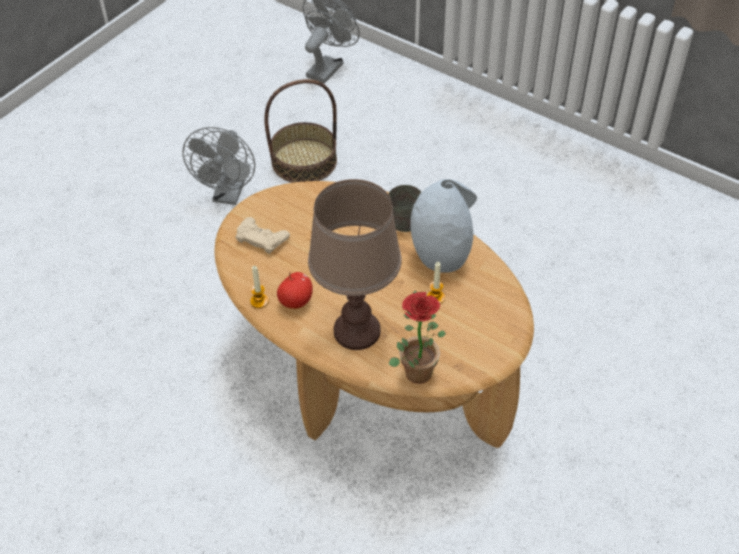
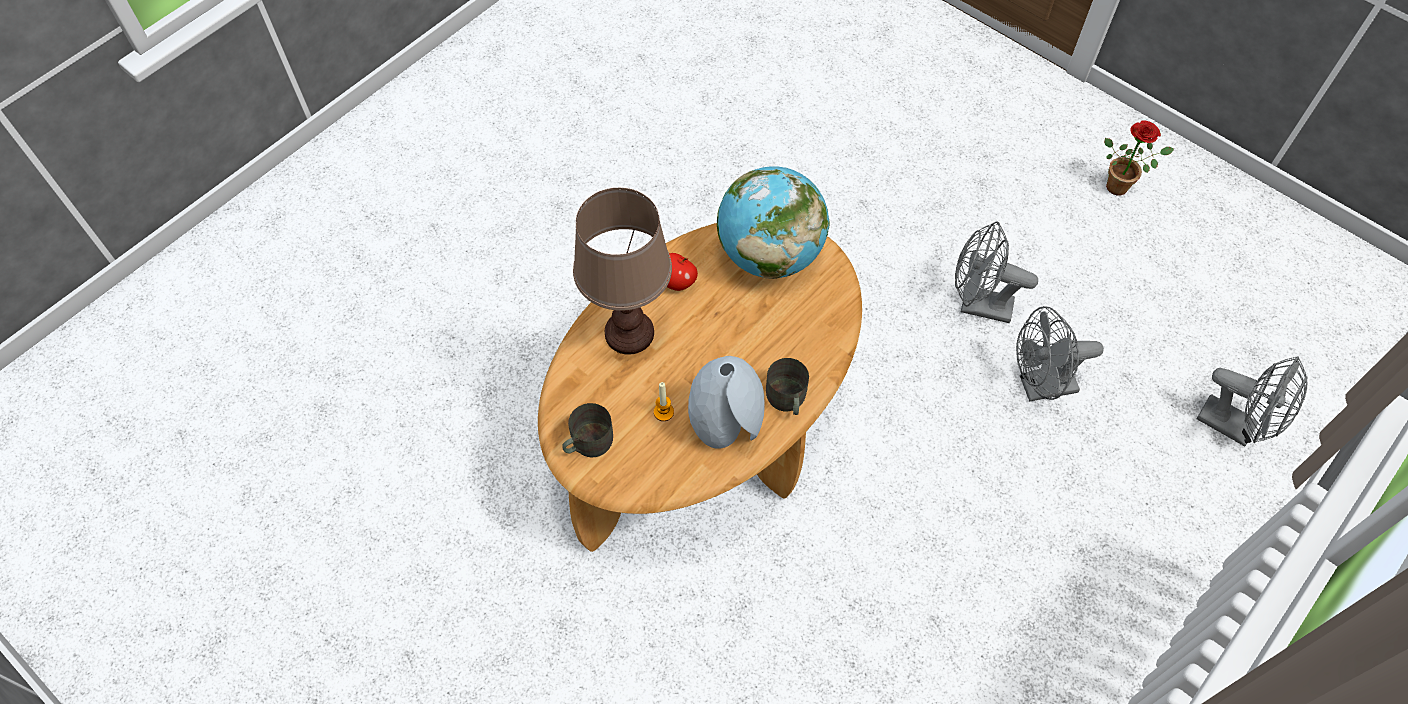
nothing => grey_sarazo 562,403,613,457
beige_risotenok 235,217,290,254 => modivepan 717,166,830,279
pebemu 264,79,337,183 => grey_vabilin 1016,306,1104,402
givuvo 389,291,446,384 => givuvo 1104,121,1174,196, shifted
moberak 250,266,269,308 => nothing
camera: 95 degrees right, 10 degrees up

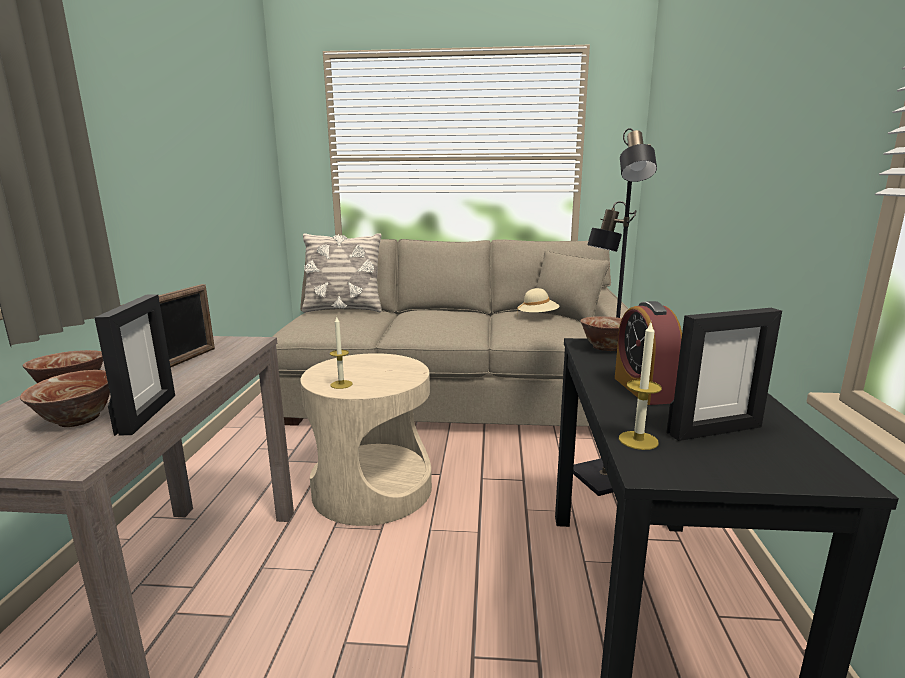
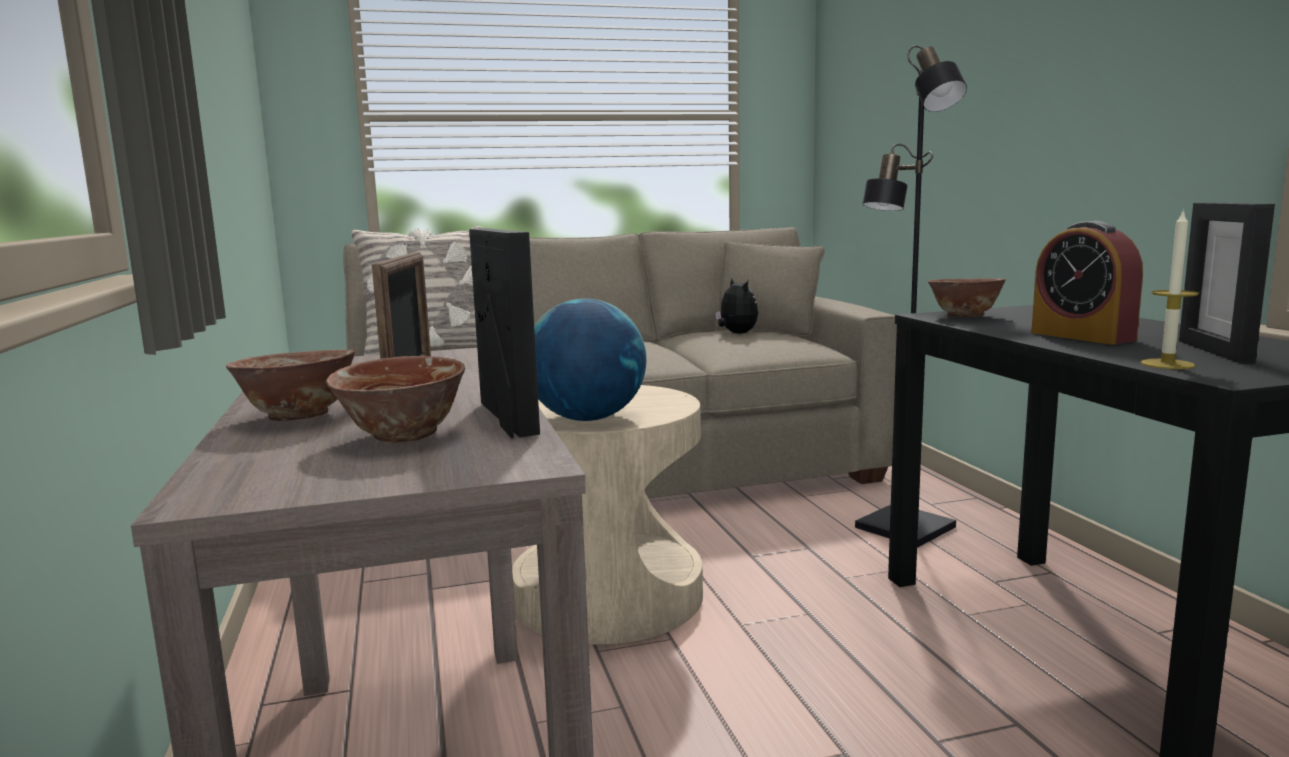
moberak 330,317,353,389 => modivepan 534,298,646,421
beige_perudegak 517,288,560,314 => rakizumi 715,279,758,334
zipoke 667,308,782,441 => zipoke 1179,202,1275,363, 135 degrees clockwise
camera: 20 degrees left, 5 degrees down

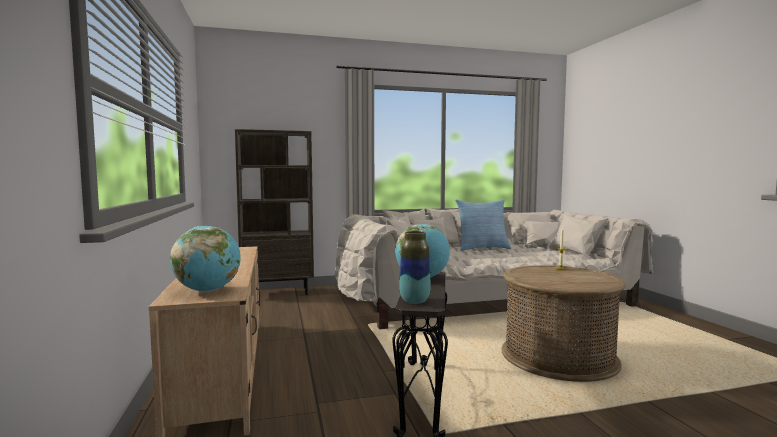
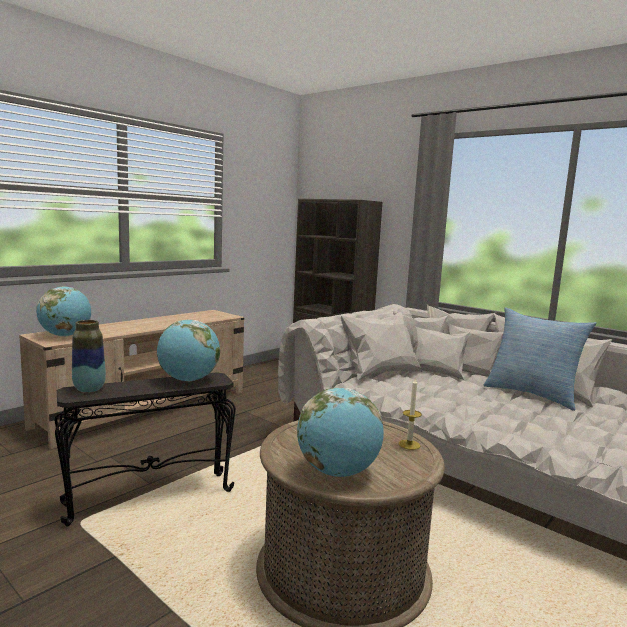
nothing => modivepan 297,388,384,477
camera: 55 degrees right, 5 degrees up

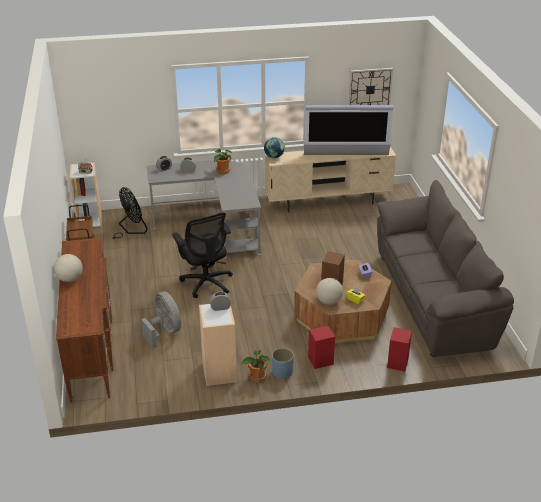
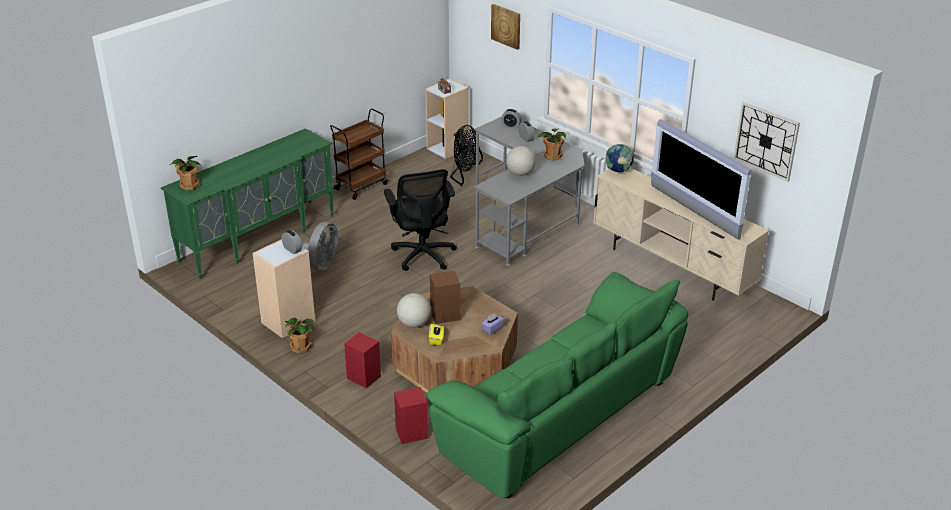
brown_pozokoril 56,238,114,403 => green_pozokoril 161,128,334,279
nothing => givuvo 170,156,201,190
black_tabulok 172,212,233,298 => black_tabulok 384,169,457,271, 45 degrees counterclockwise
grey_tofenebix 377,180,514,357 => green_tofenebix 426,272,688,498
nothing => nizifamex 491,4,520,50
modivepan 54,254,83,282 => modivepan 506,146,536,176, shifted
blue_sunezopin 272,348,294,379 => nothing
camera: 55 degrees right, 0 degrees up

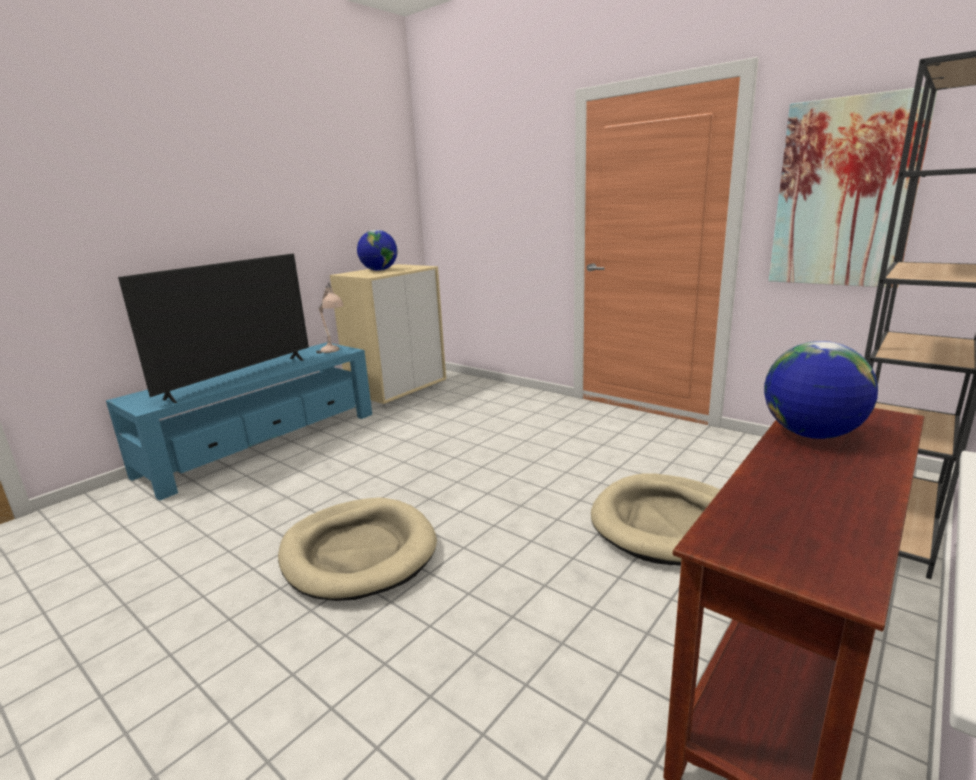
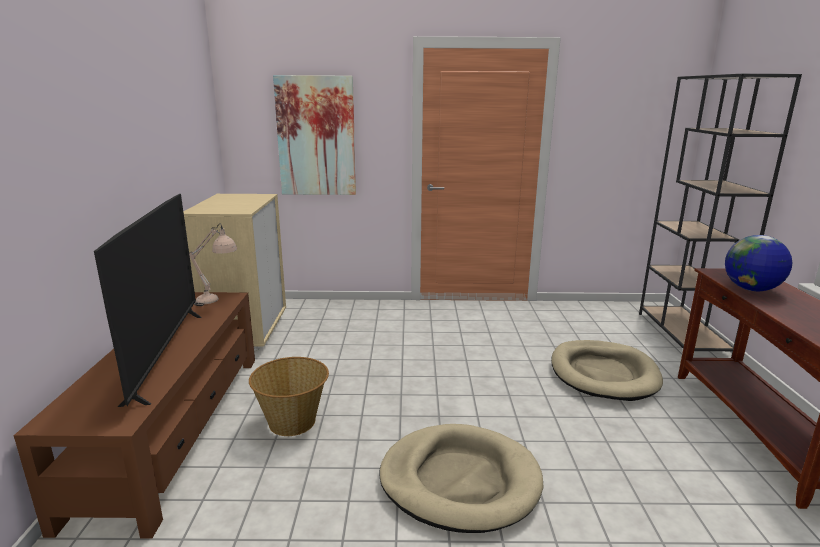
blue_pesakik 106,342,372,501 => brown_pesakik 14,292,255,539
nothing => pebemu 249,357,329,436
nizifamex 769,87,938,288 => nizifamex 273,75,356,195, shifted
modivepan 357,230,397,271 => nothing
camera: 40 degrees left, 0 degrees up

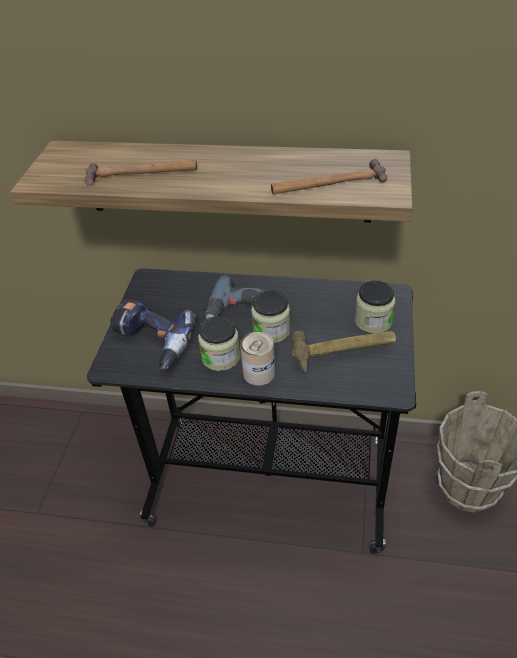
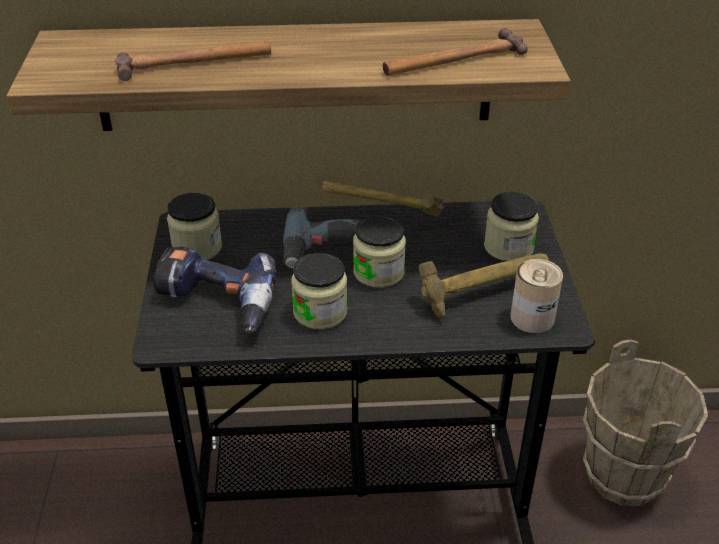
nothing => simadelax 167,193,222,260
nothing => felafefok 321,181,444,217
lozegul 240,332,275,386 => lozegul 511,259,563,333, shifted
camera: 15 degrees left, 5 degrees down

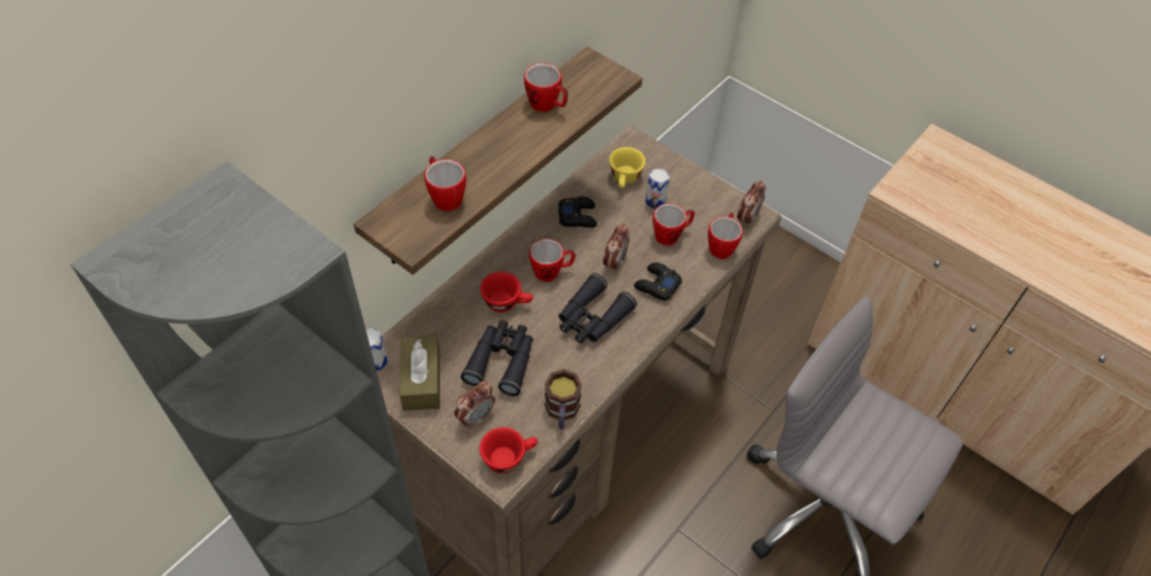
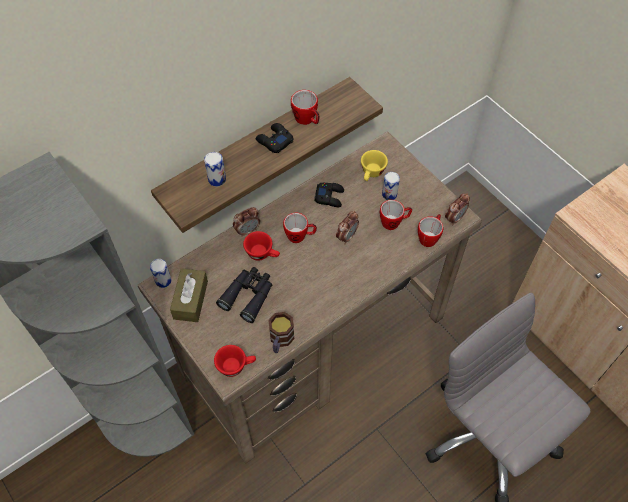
sarazo 425,156,466,211 => lozegul 204,152,226,187
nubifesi 454,381,495,429 => nubifesi 233,207,260,237, shifted
black_risotenok 634,262,682,301 => black_risotenok 256,123,293,153, shifted
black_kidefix 559,273,637,343 => nothing
camera: 15 degrees right, 5 degrees up

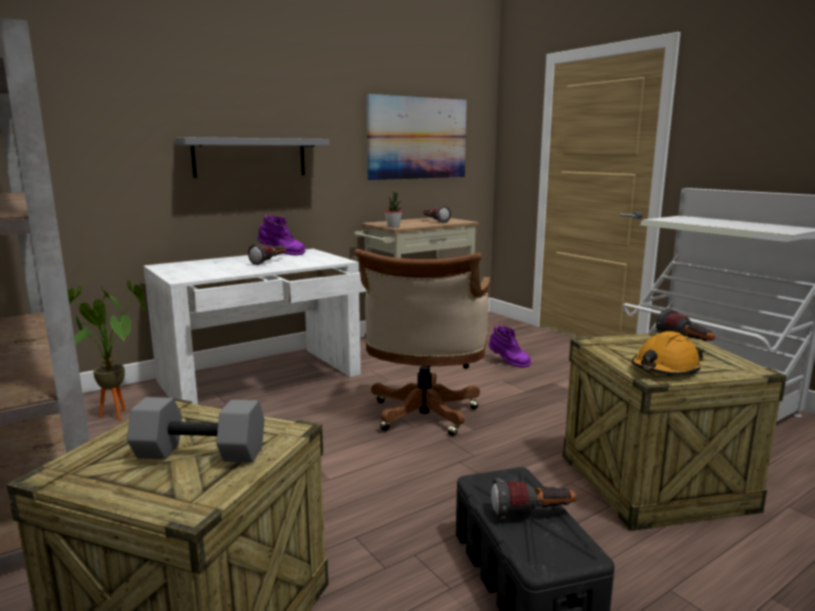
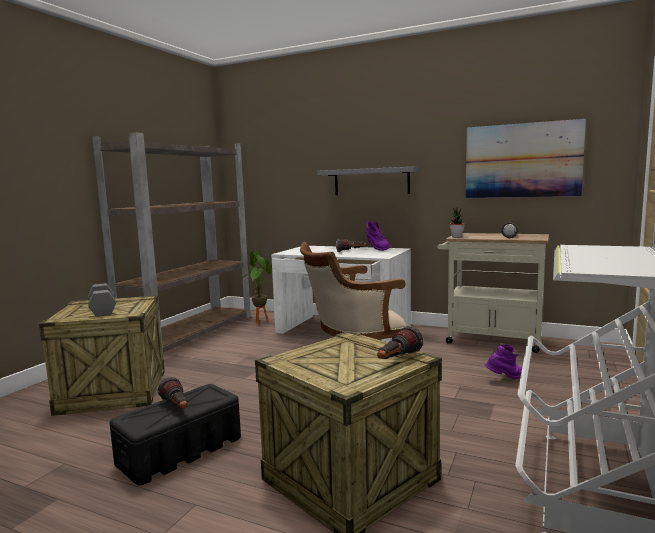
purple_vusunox 489,325,531,367 => purple_vusunox 485,344,522,379, 120 degrees counterclockwise
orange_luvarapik 632,331,704,375 => nothing
camera: 60 degrees right, 5 degrees down

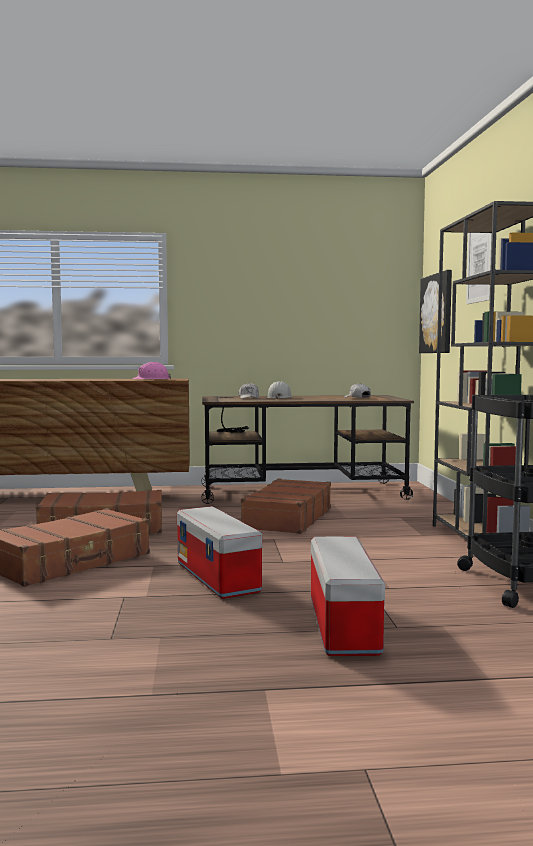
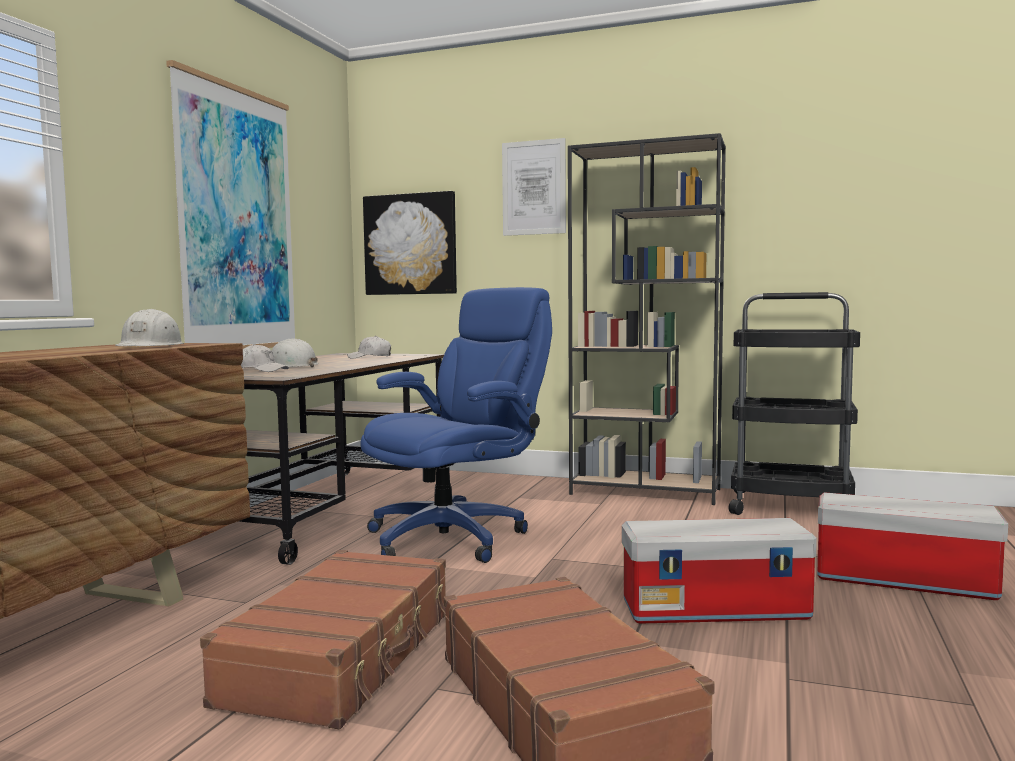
pink_luvarapik 131,362,171,379 => white_luvarapik 115,309,184,346
nothing => nizifamex 166,60,295,349
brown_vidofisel 240,478,331,534 => blue_tabulok 361,287,552,563
camera: 65 degrees left, 0 degrees up

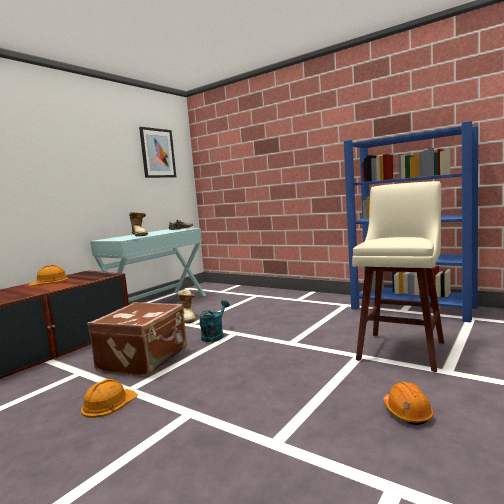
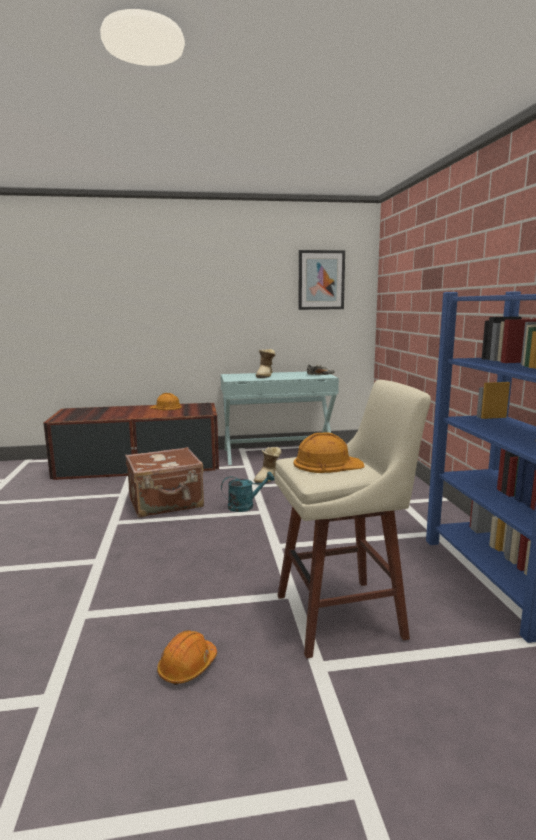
orange_luvarapik 81,379,138,418 => orange_luvarapik 294,433,365,473, shifted
camera: 45 degrees right, 5 degrees up

